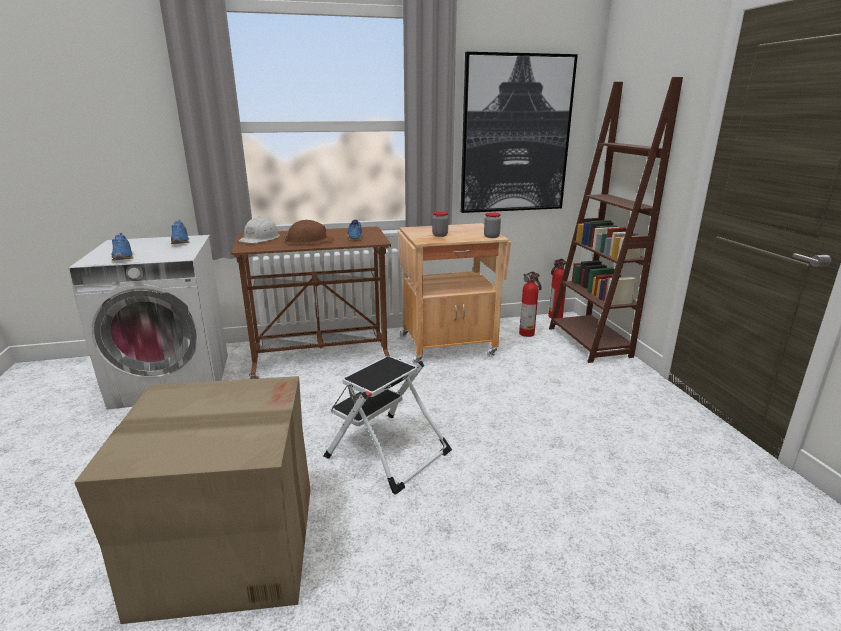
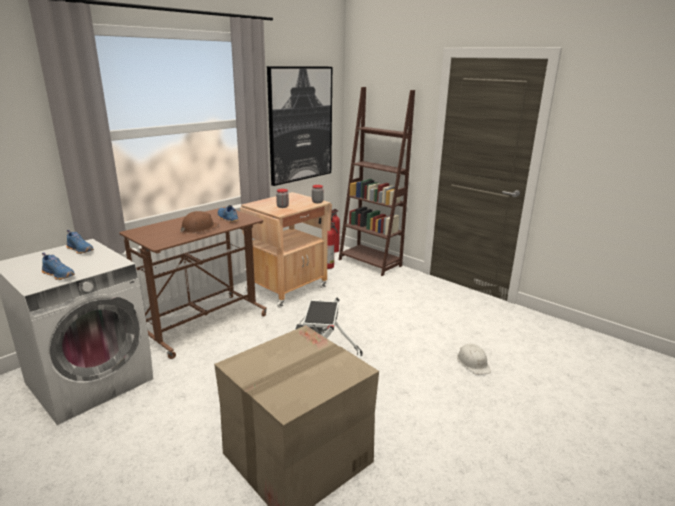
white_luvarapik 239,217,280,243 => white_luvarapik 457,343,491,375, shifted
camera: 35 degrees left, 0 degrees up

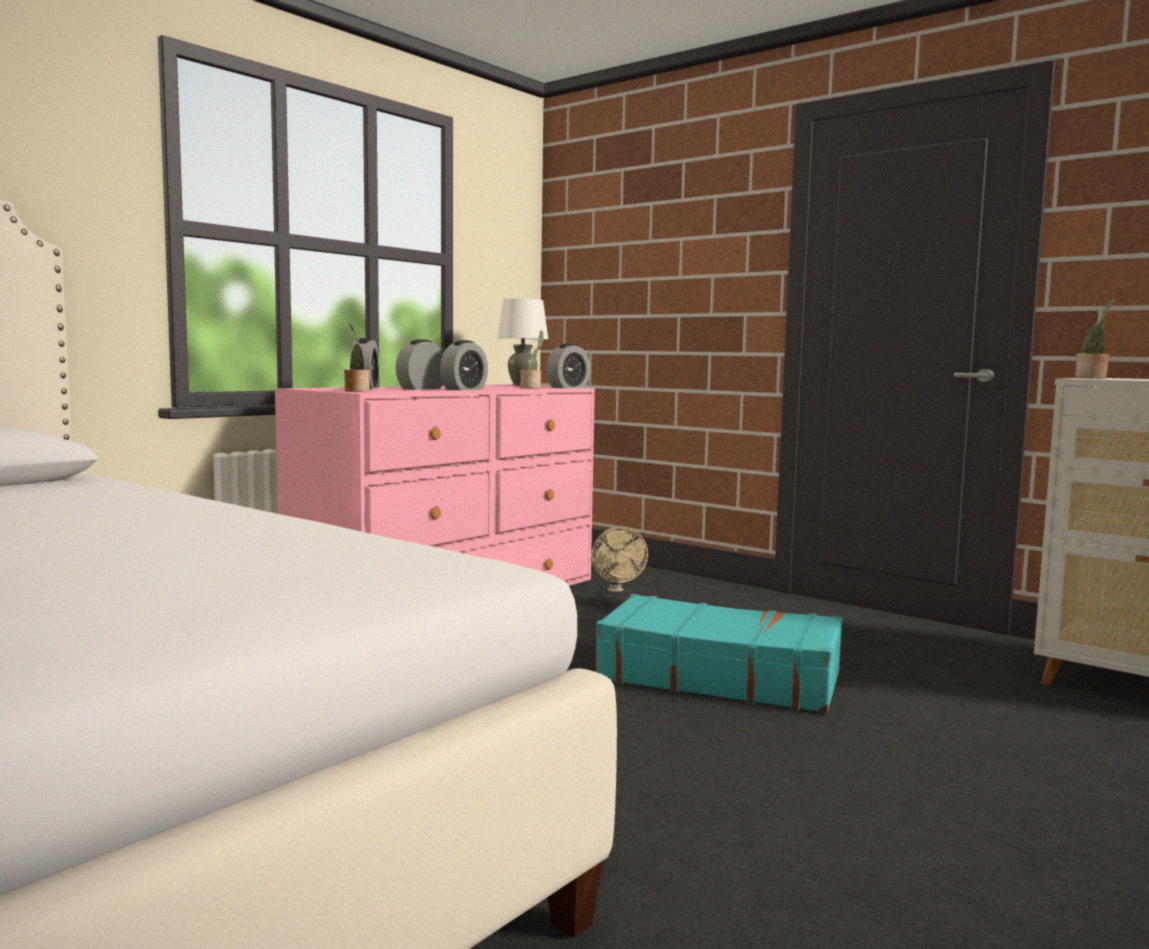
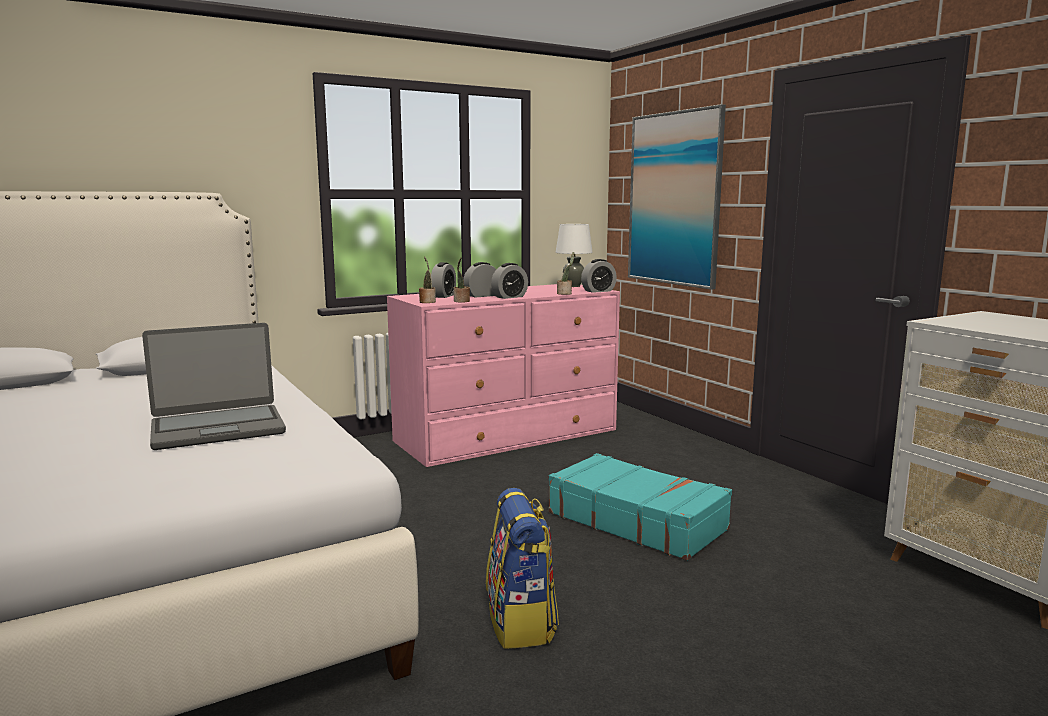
nothing => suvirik 142,323,286,450
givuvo 1075,299,1114,379 => givuvo 453,258,470,303, shifted
nothing => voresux 486,488,559,649
nothing => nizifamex 628,104,726,290
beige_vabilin 592,527,648,608 => nothing
camera: 20 degrees right, 5 degrees up

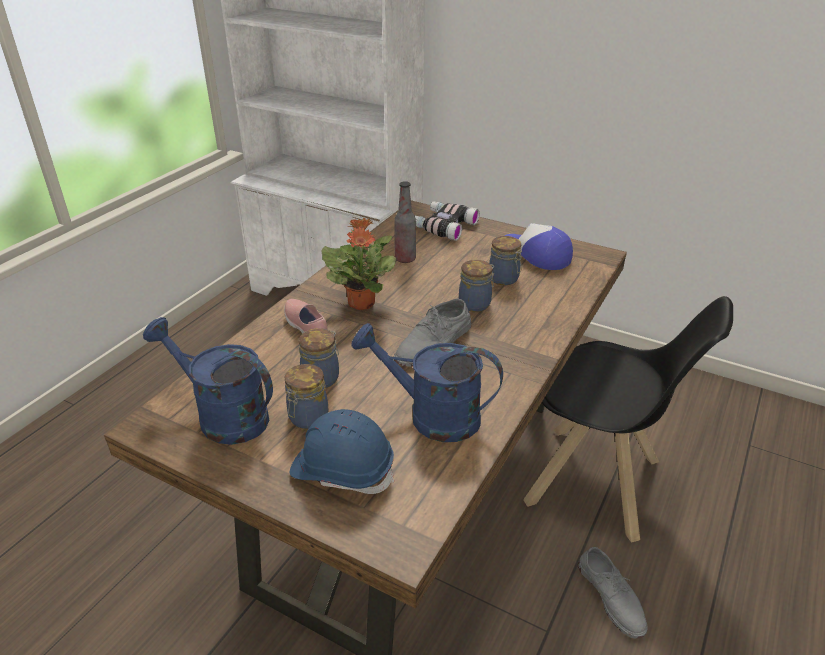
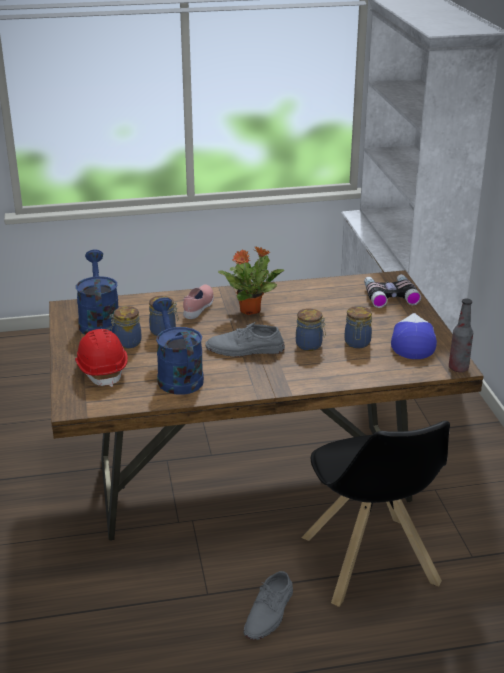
blue_luvarapik 290,409,394,494 => red_luvarapik 75,329,128,387
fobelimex 394,181,416,263 => fobelimex 449,299,473,372, shifted
camera: 50 degrees right, 5 degrees down

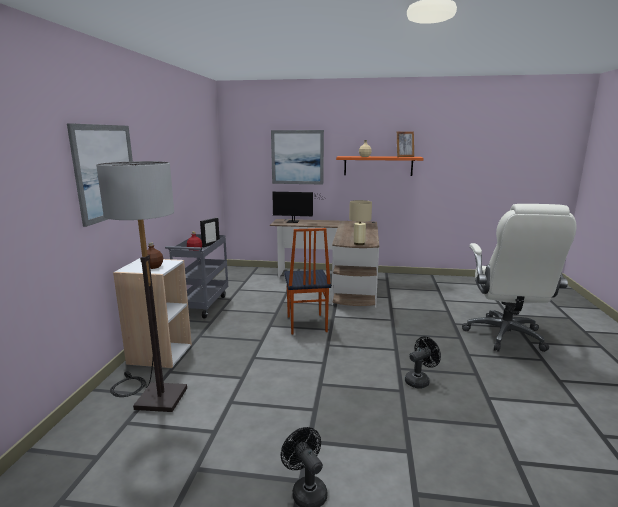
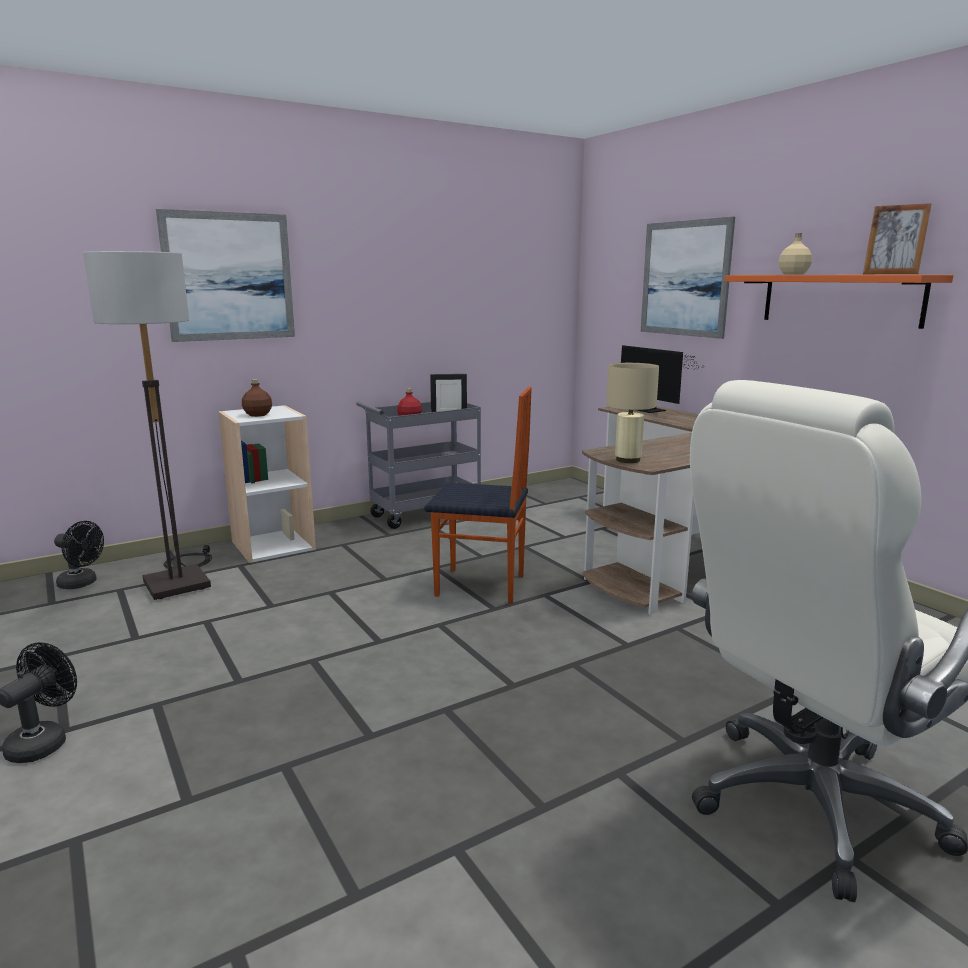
black_vabilin 405,336,441,388 => black_vabilin 54,521,104,589, shifted
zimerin 284,228,331,334 => zimerin 425,387,532,604, 120 degrees counterclockwise
camera: 50 degrees right, 0 degrees up

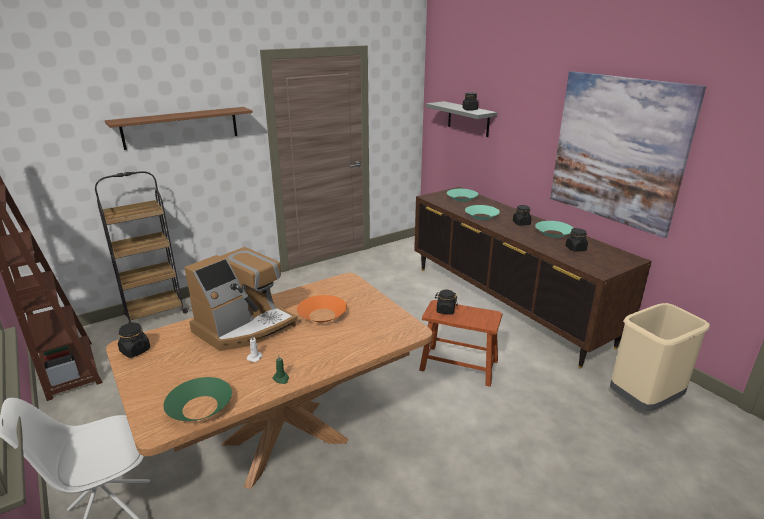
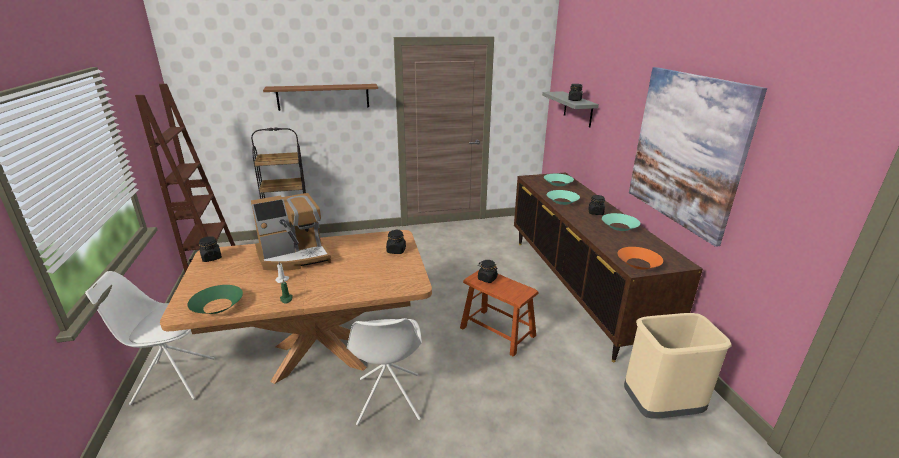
nothing => white_zimerin 347,318,422,425
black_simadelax 565,228,588,252 => black_simadelax 386,229,406,254, shifted
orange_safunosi 297,295,347,323 => orange_safunosi 617,247,663,269, shifted
camera: 20 degrees right, 0 degrees up

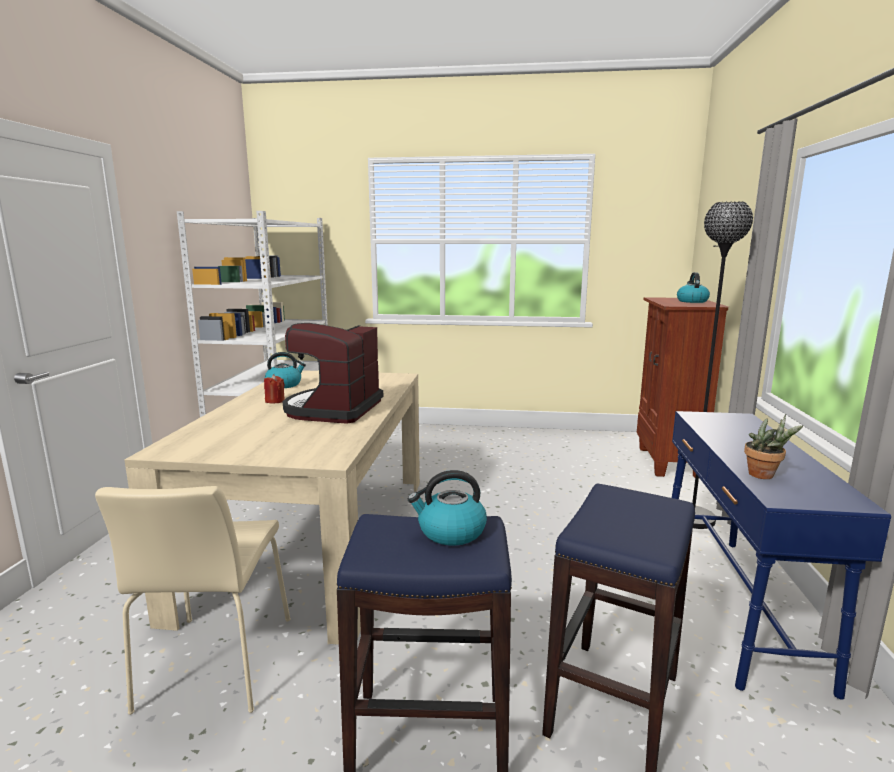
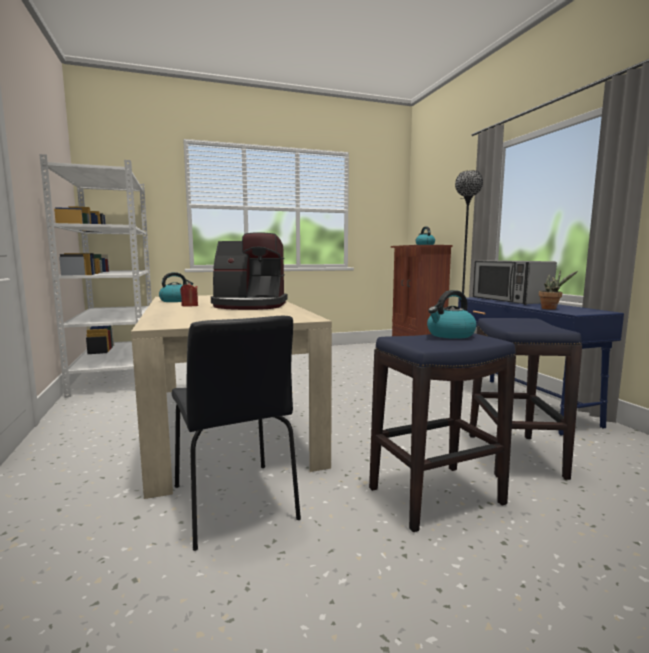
beige_zimerin 95,486,291,715 => black_zimerin 172,316,301,551
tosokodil 283,323,383,424 => tosokodil 211,232,288,310, 75 degrees counterclockwise
nothing => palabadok 473,261,557,305
camera: 25 degrees left, 5 degrees down

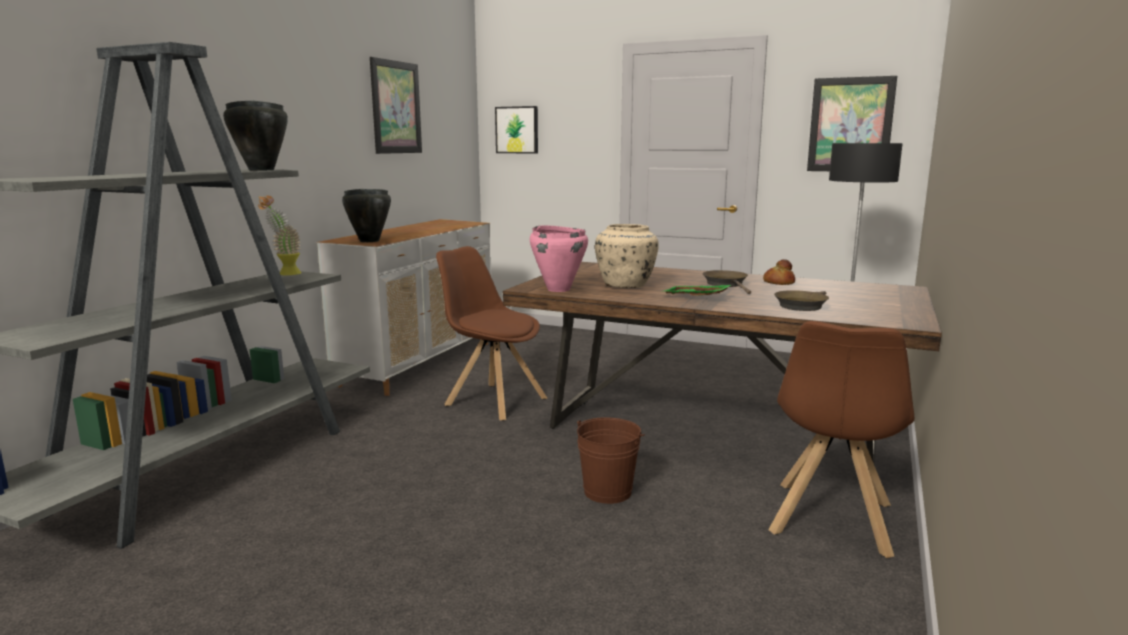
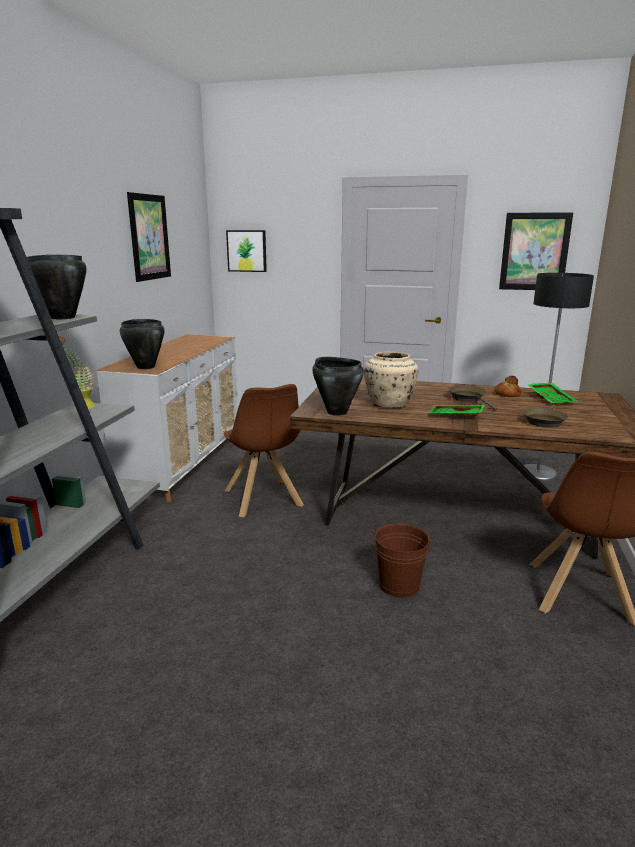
brown_zimerin 436,246,548,421 => brown_zimerin 224,384,304,518, 135 degrees counterclockwise
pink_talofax 530,225,588,292 => black_talofax 312,357,364,416
nothing => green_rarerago 527,383,577,406
camera: 10 degrees left, 5 degrees up

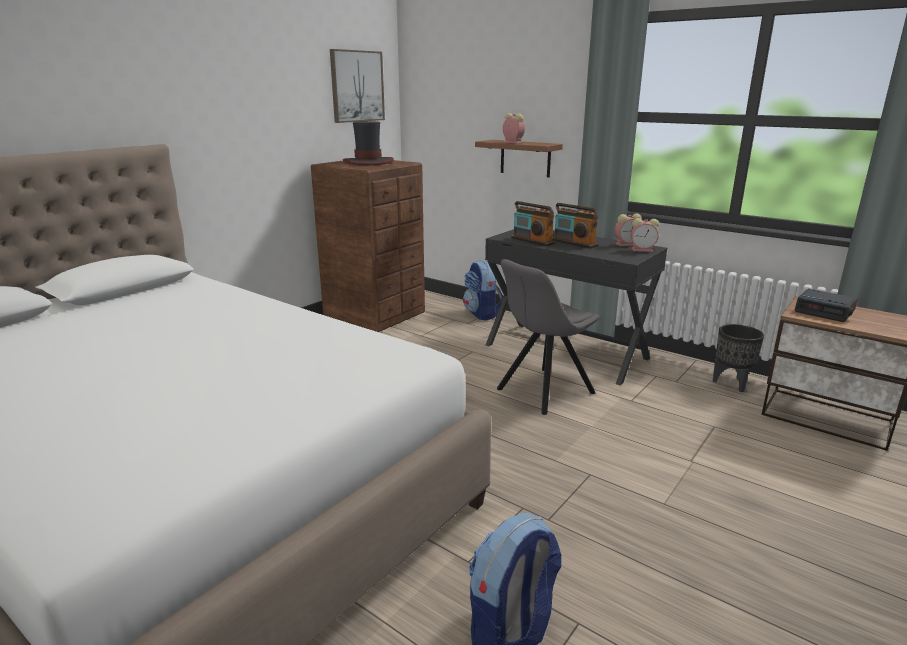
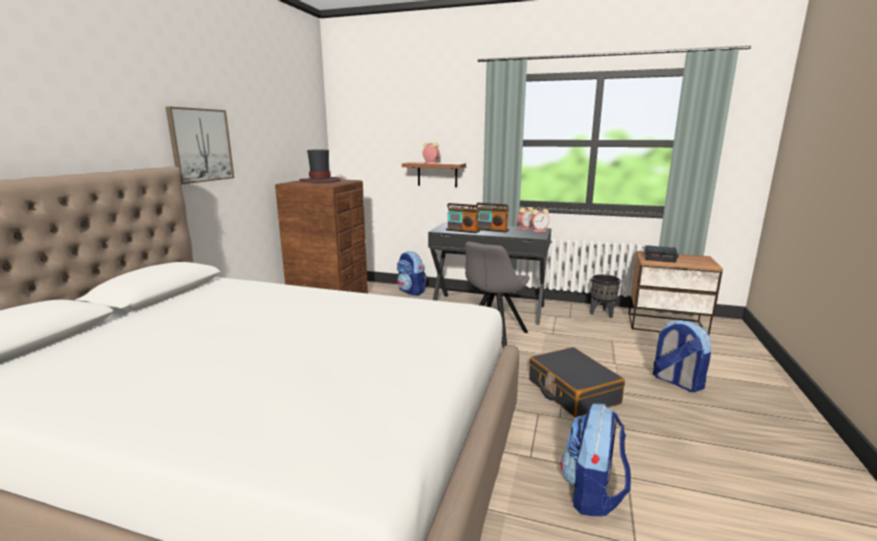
nizifamex 330,49,385,123 => nizifamex 166,107,234,184, shifted
nothing => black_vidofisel 529,347,625,417
nothing => voresux 653,320,711,392
camera: 20 degrees left, 5 degrees down

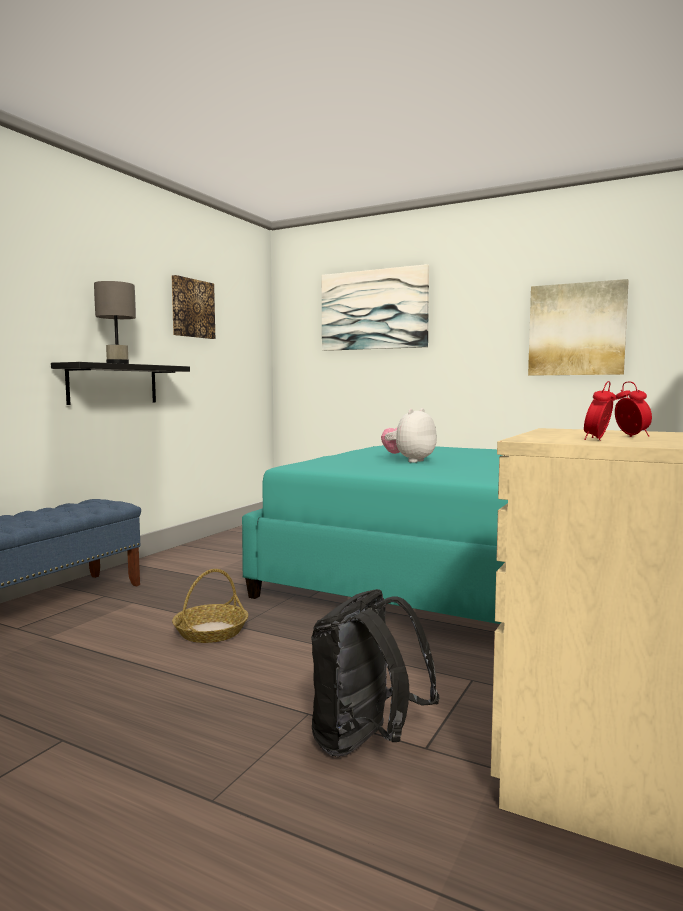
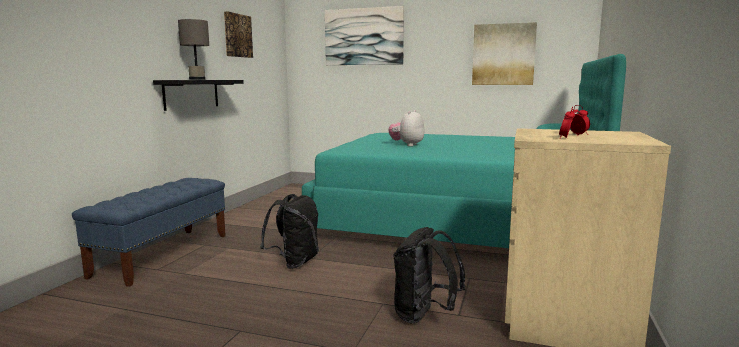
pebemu 172,569,248,643 => black_voresux 260,194,319,269
camera: 10 degrees left, 5 degrees up

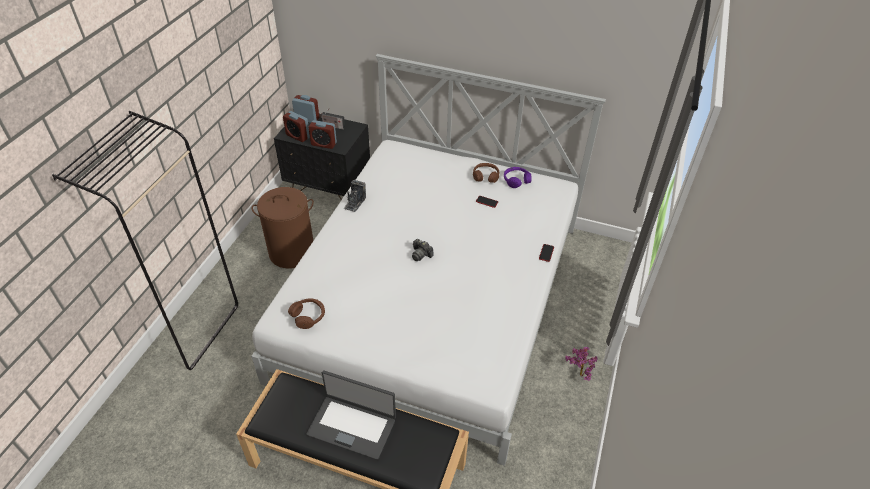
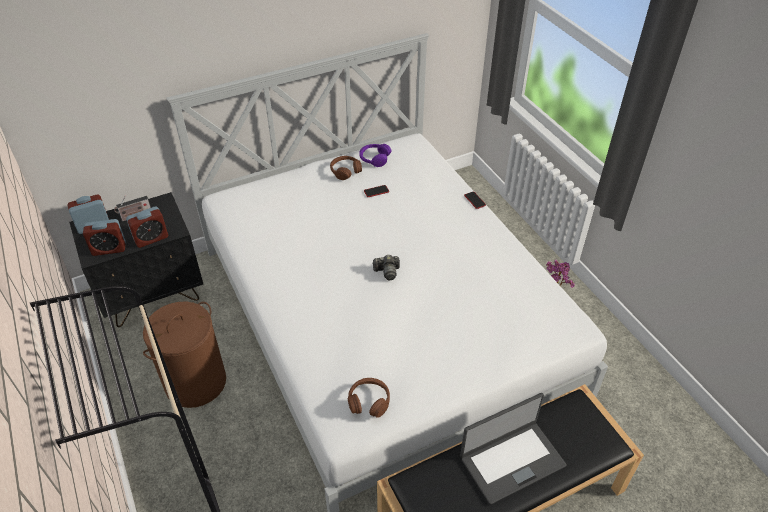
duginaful 343,180,366,212 => nothing
camera: 45 degrees left, 0 degrees up

